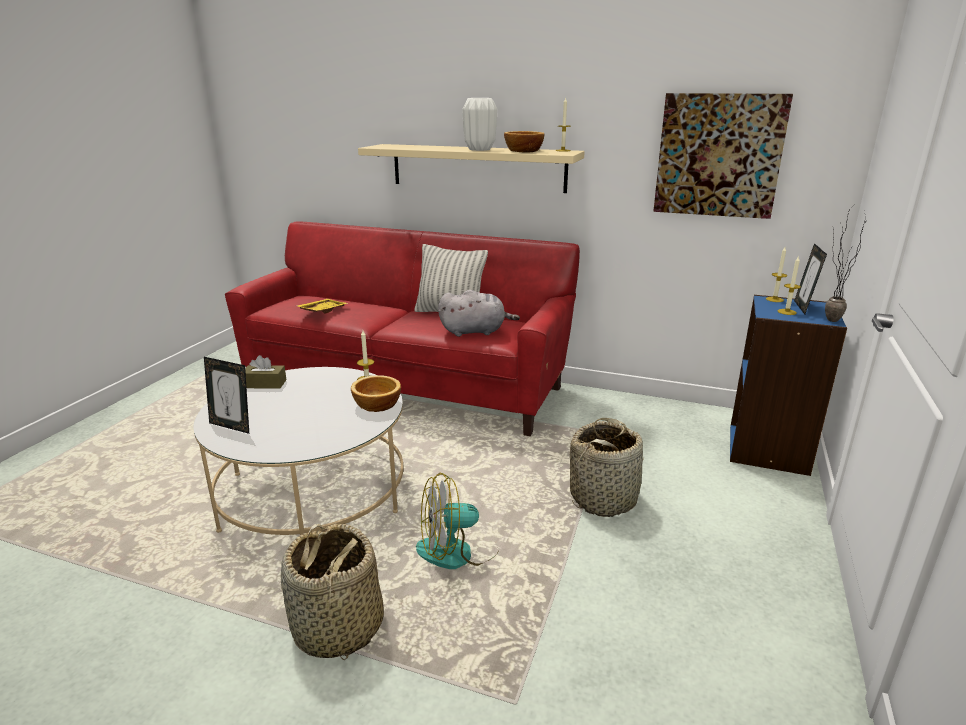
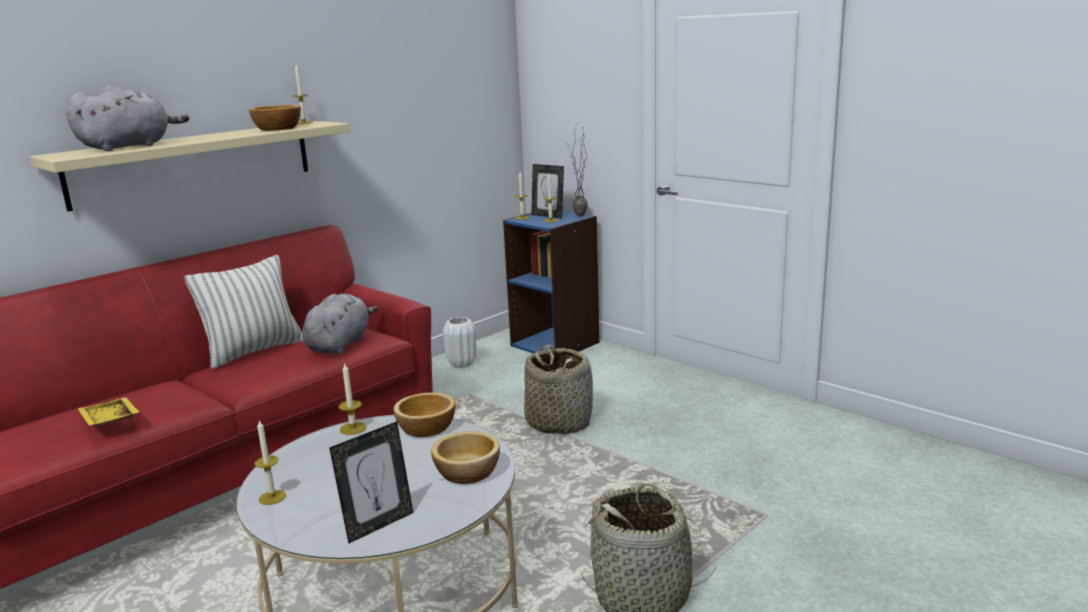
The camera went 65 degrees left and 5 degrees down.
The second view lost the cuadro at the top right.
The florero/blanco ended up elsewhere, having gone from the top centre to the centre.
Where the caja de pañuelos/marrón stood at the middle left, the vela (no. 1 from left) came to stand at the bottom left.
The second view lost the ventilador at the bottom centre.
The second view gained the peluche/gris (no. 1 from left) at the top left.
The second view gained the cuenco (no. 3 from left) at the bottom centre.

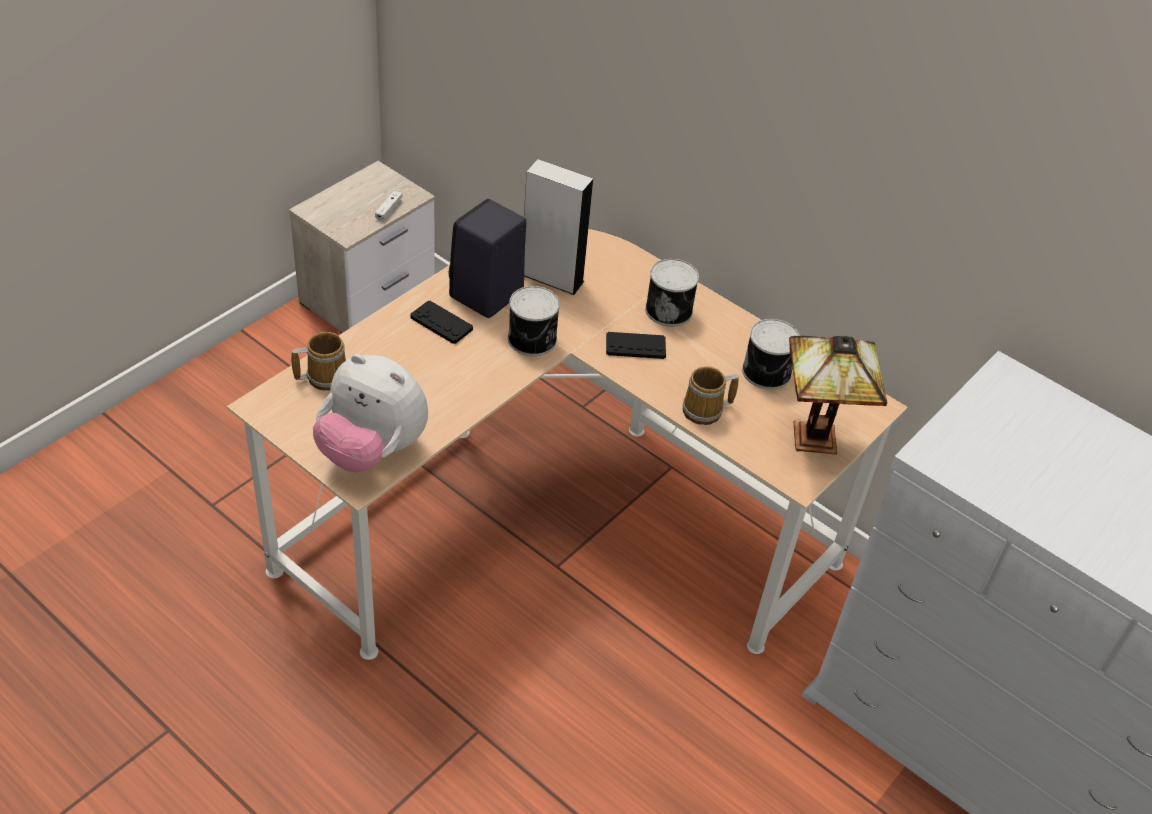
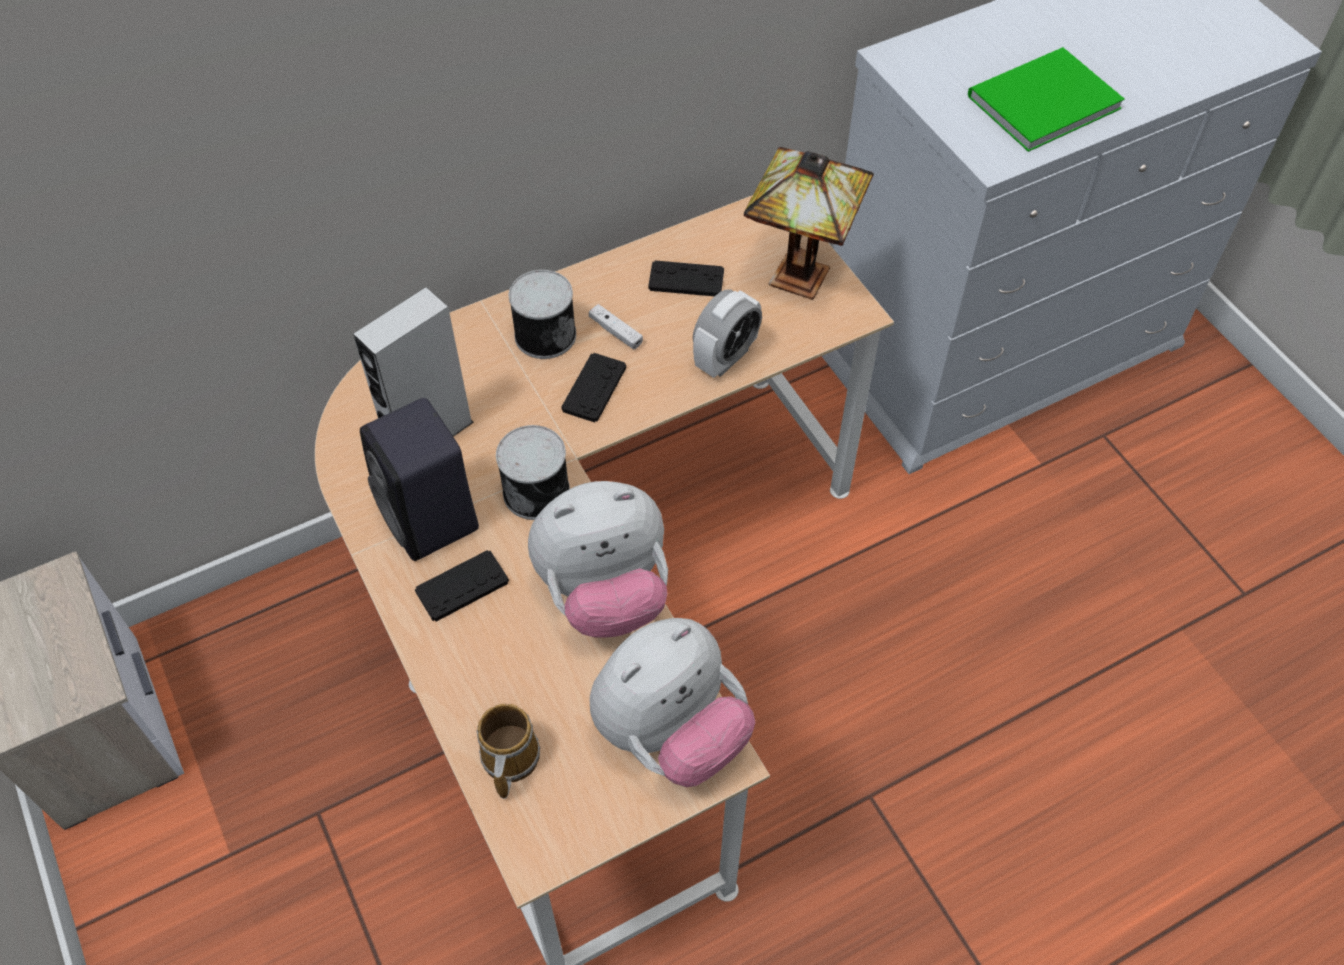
The camera went 65 degrees left and 10 degrees up.
The mando de consola/blanco ended up elsewhere, having gone from the top centre to the centre.
Where the lata (no. 3 from left) stood at the middle right, the mando de consola/negro (no. 3 from left) came to stand at the top centre.
Where the taza grande (no. 2 from left) stood at the centre, the despertador came to stand at the centre.
The second view gained the libro/verde at the top right.
The second view gained the peluche (no. 1 from left) at the centre.

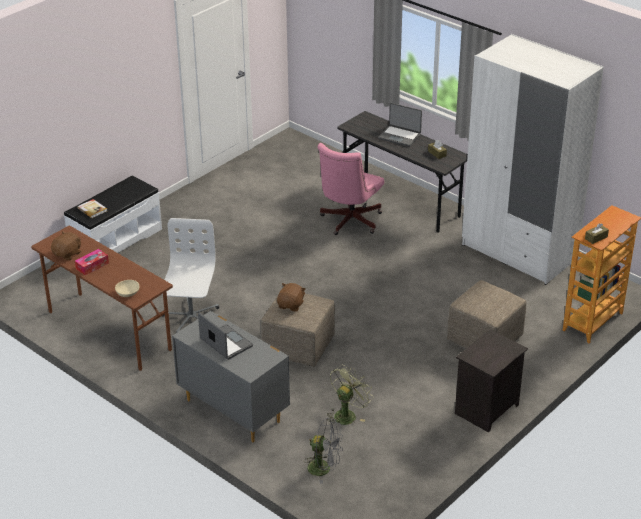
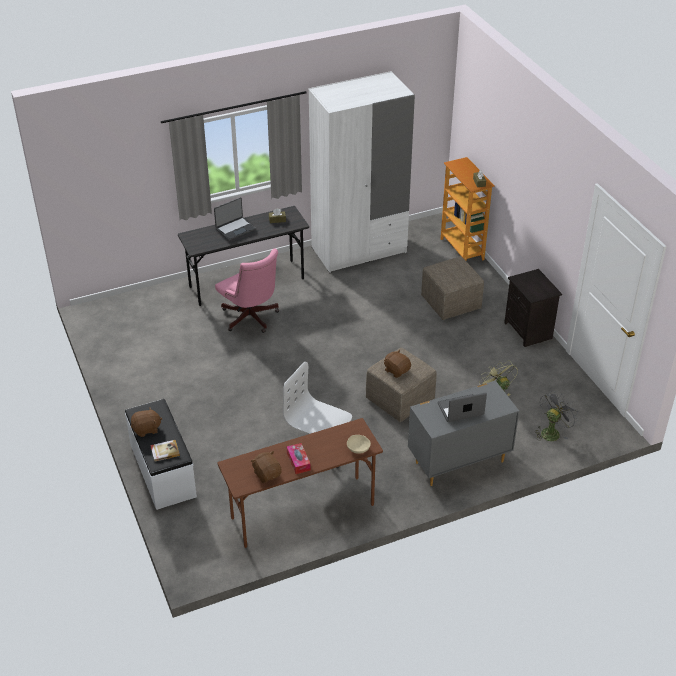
The camera went 65 degrees left and 5 degrees up.
The second view gained the peluche/marrón (no. 1 from left) at the middle left.

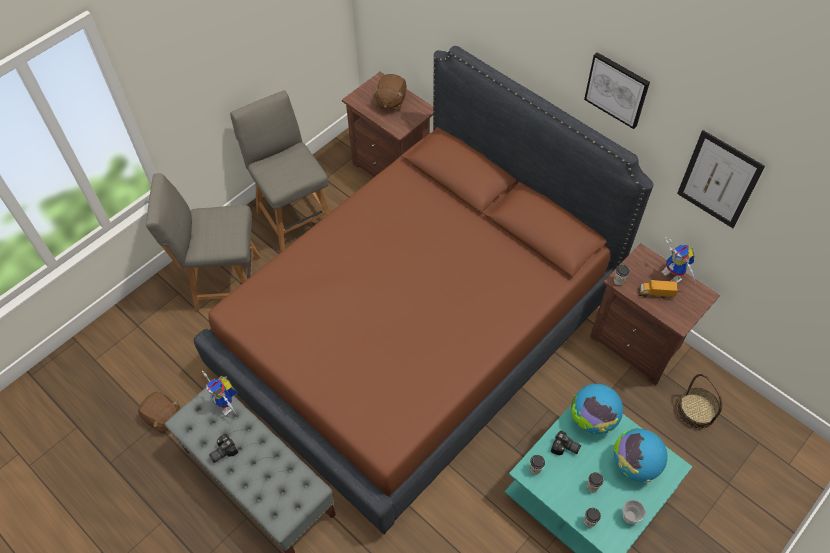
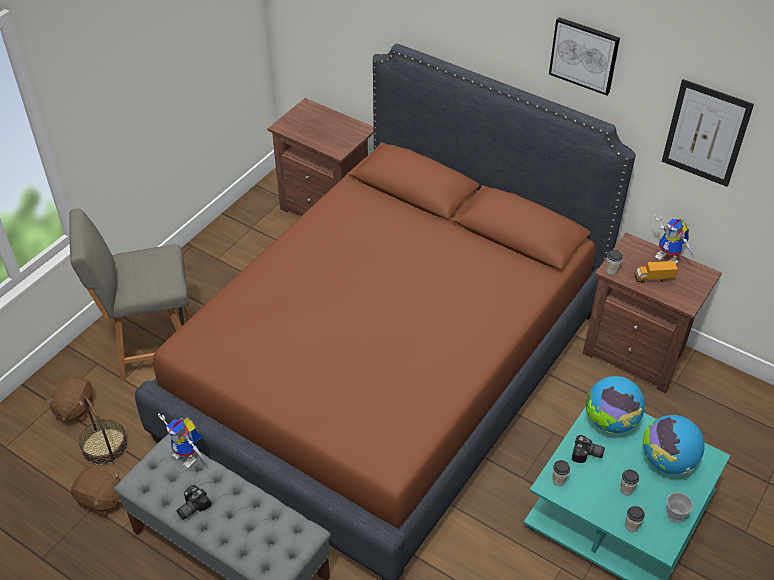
The camera went 10 degrees left and 10 degrees down.
The peluche/marrón (no. 2 from left in the first image) ended up elsewhere, having gone from the top centre to the bottom left.
The second view lost the silla/gris (no. 2 from left) at the top centre.
The cesta ended up elsewhere, having gone from the bottom right to the bottom left.

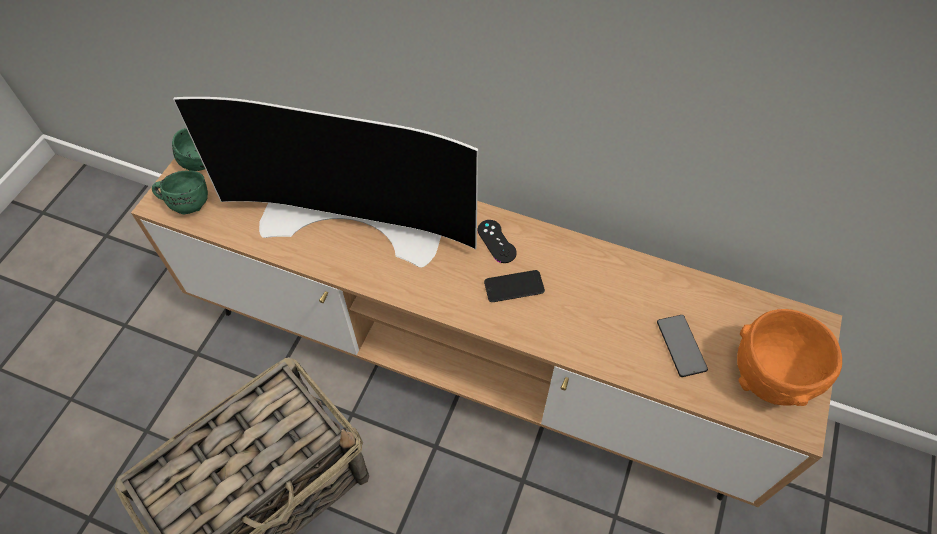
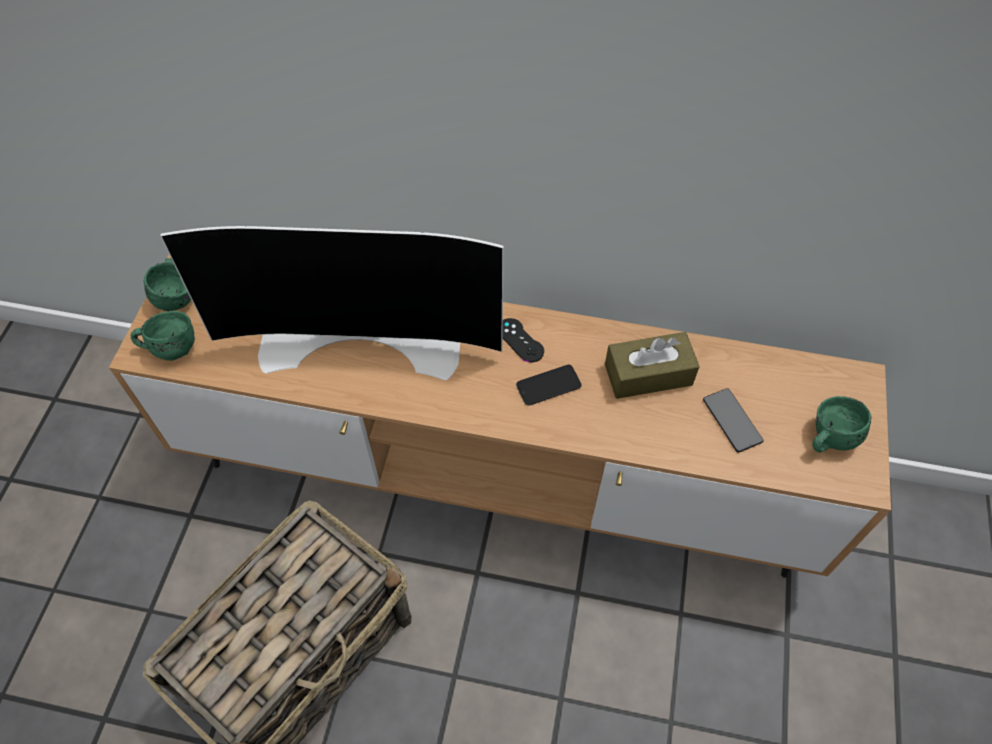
The camera went 10 degrees left and 0 degrees up.
Where the cuenco/naranja stood at the bottom right, the taza grande/verde (no. 3 from left) came to stand at the middle right.
The second view gained the caja de pañuelos/marrón at the centre.

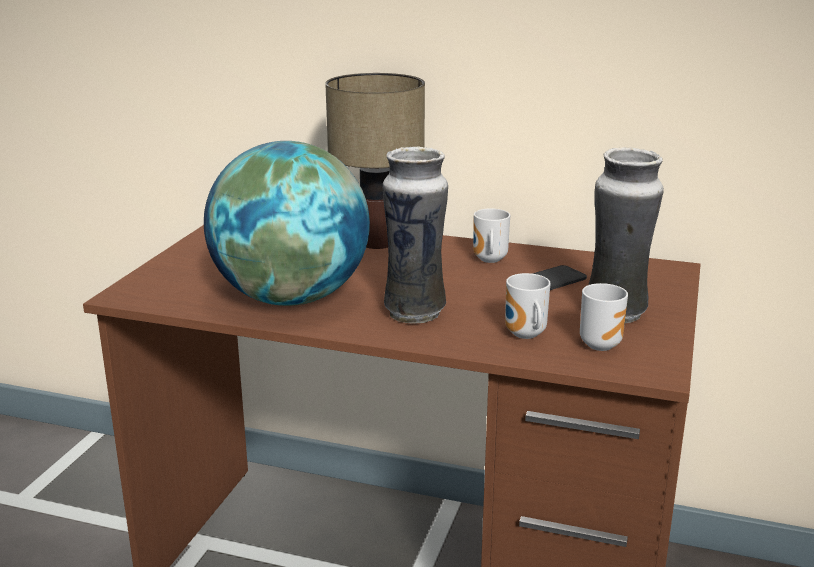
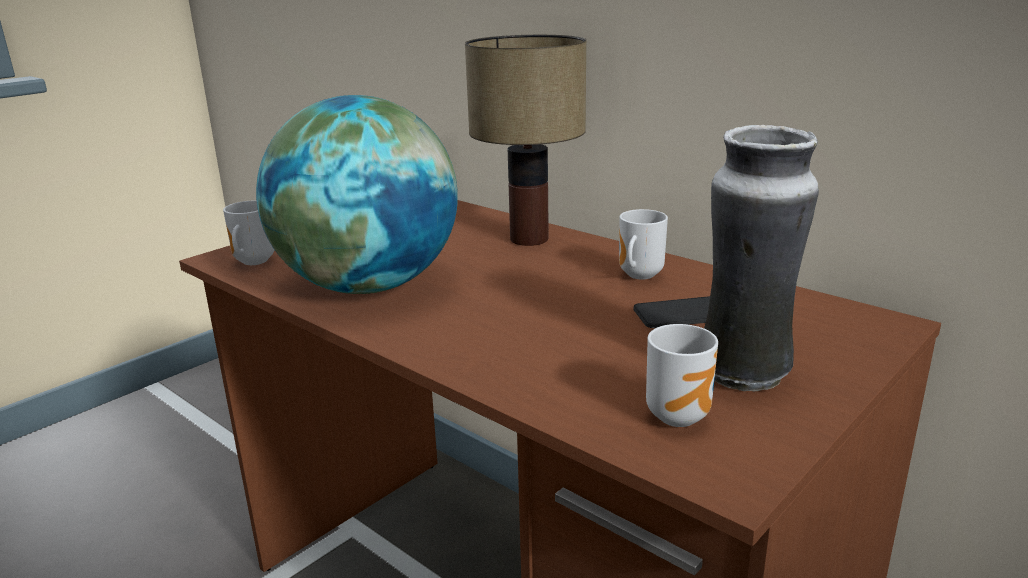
The camera went 25 degrees right and 0 degrees up.
The second view lost the florero (no. 1 from left) at the centre.
The taza grande (no. 2 from left in the first image) ended up elsewhere, having gone from the centre to the middle left.

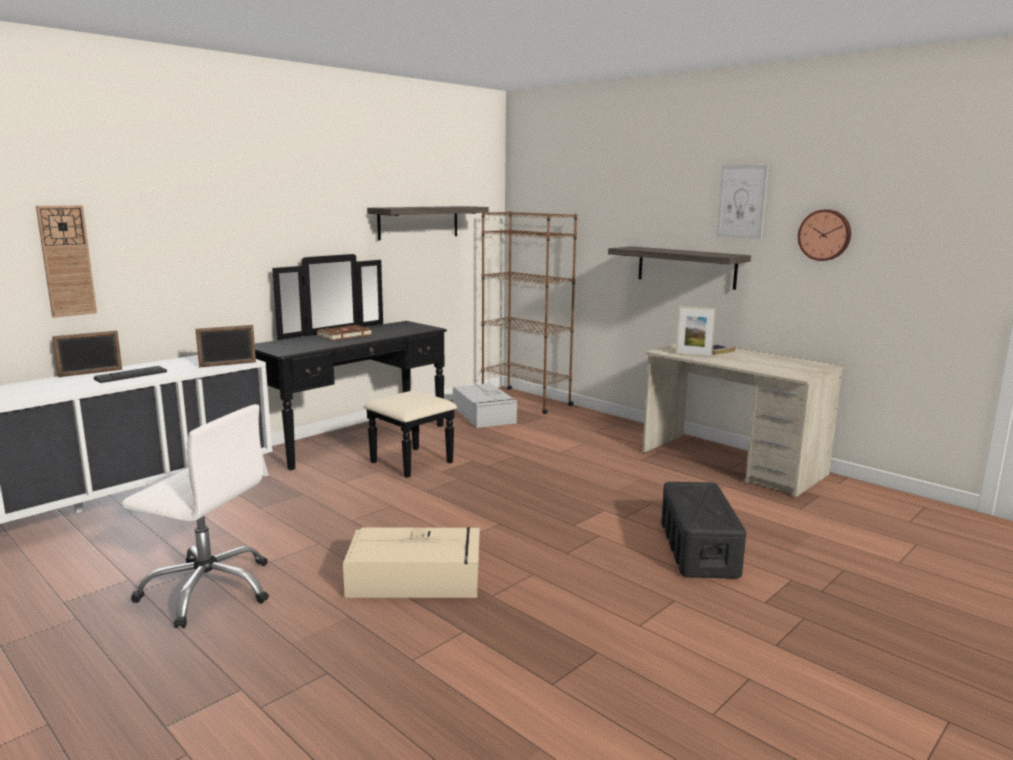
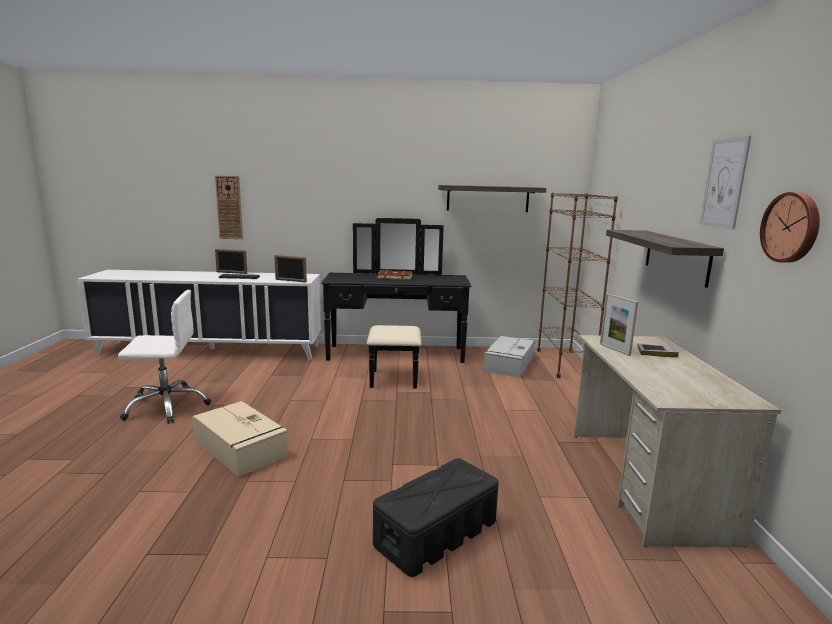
The camera went 45 degrees right and 0 degrees up.
The silla de oficina/blanco at the bottom left ended up facing another way, 75 degrees counterclockwise from before.

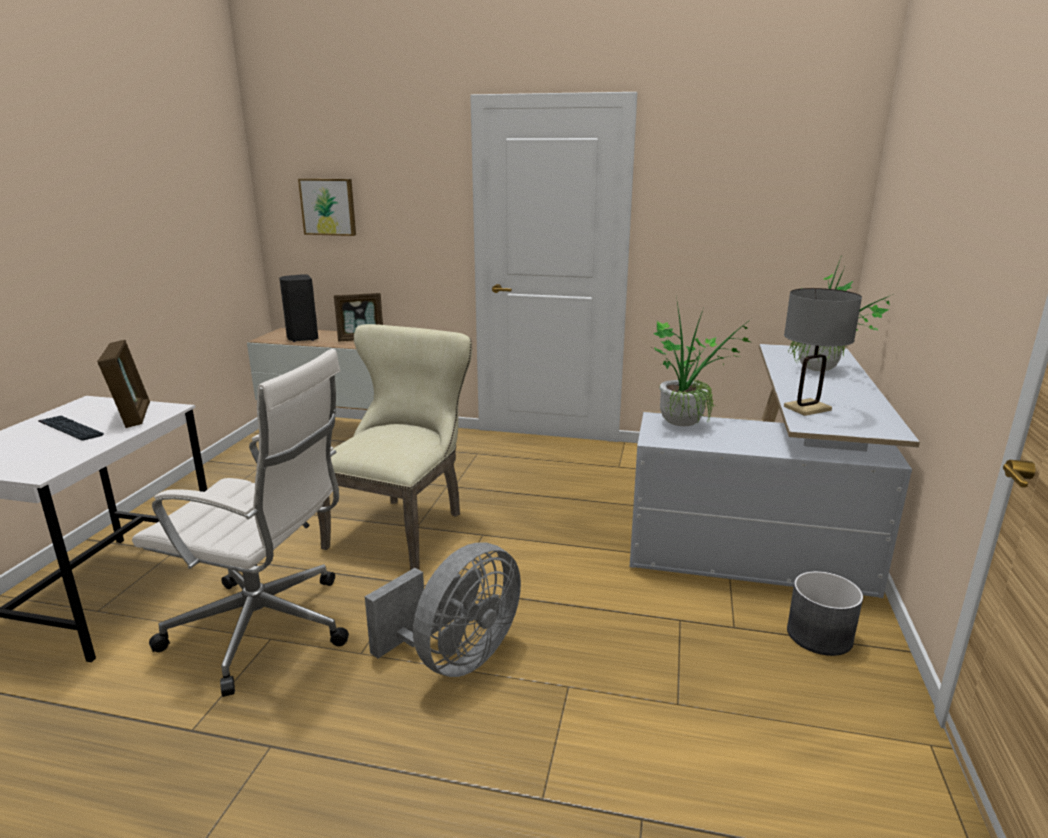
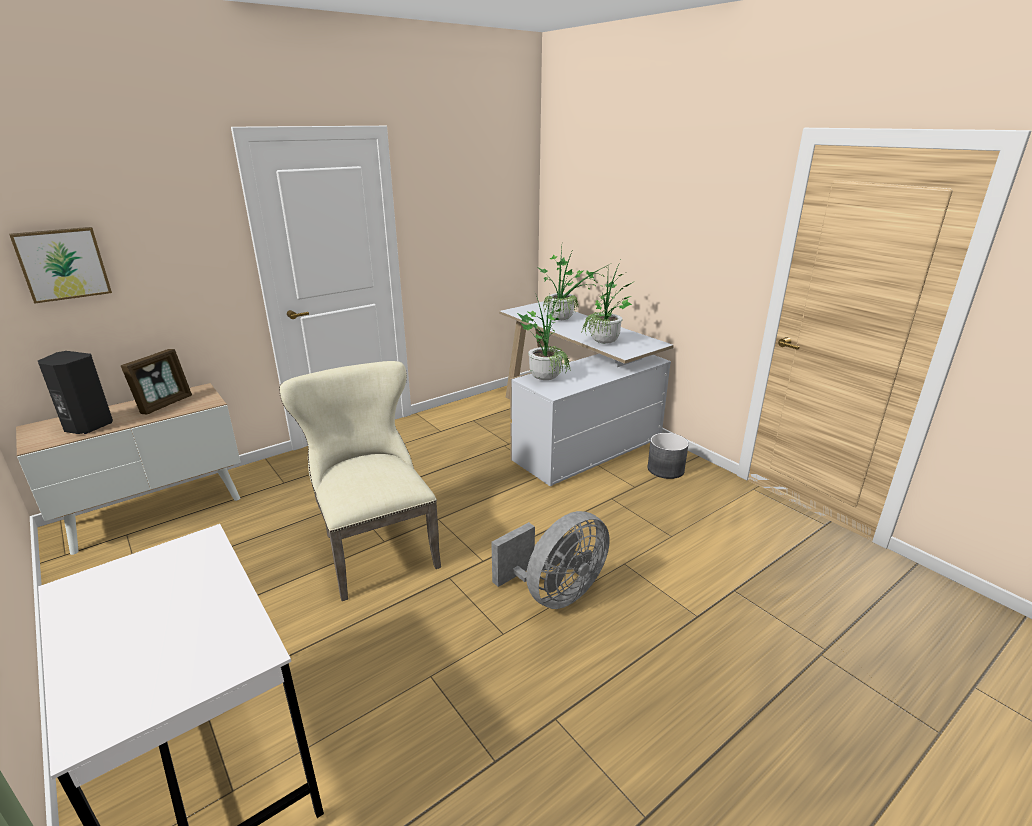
The camera went 50 degrees left and 5 degrees up.
Where the lámpara de mesa/gris stood at the middle right, the planta en maceta (no. 3 from left) came to stand at the centre.
The second view lost the portarretratos (no. 1 from left) at the middle left.
The second view lost the silla de oficina/blanco at the middle left.
The second view lost the teclado at the middle left.
The ventilador/gris at the bottom centre ended up facing another way, 60 degrees clockwise from before.

